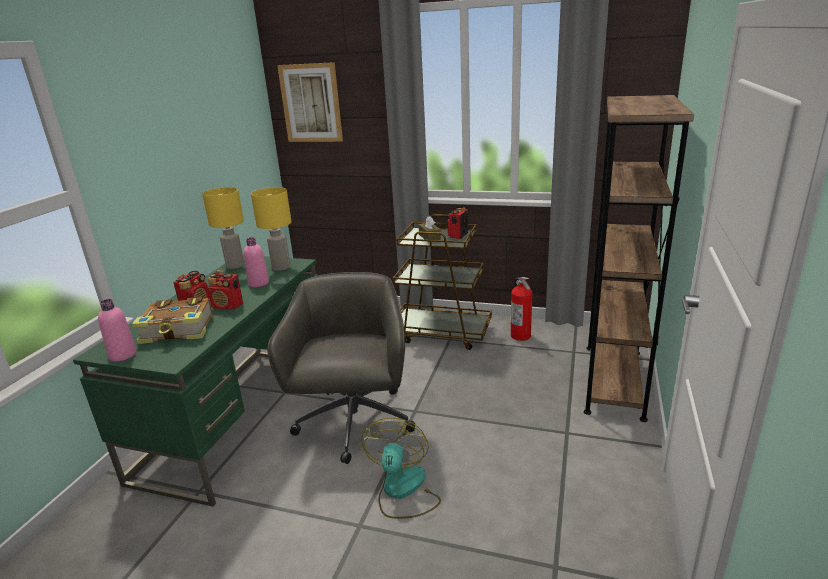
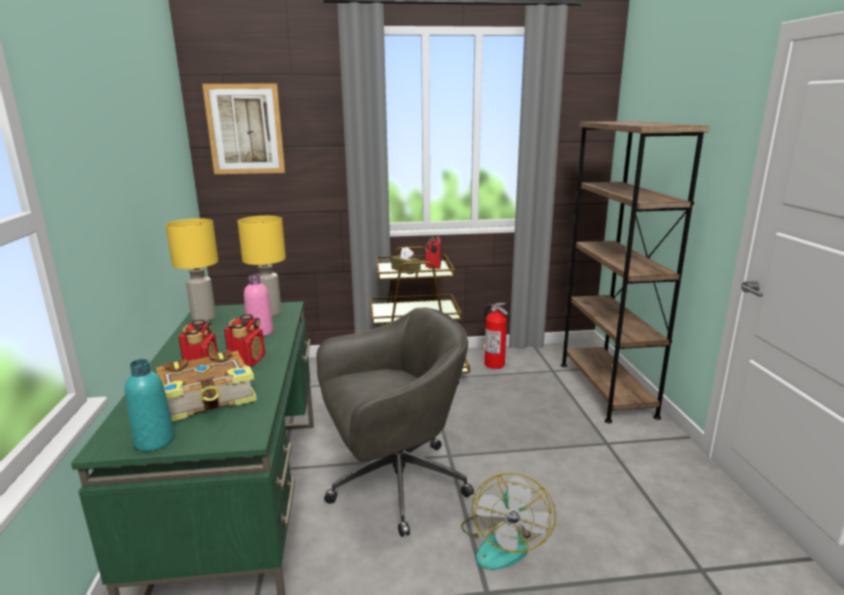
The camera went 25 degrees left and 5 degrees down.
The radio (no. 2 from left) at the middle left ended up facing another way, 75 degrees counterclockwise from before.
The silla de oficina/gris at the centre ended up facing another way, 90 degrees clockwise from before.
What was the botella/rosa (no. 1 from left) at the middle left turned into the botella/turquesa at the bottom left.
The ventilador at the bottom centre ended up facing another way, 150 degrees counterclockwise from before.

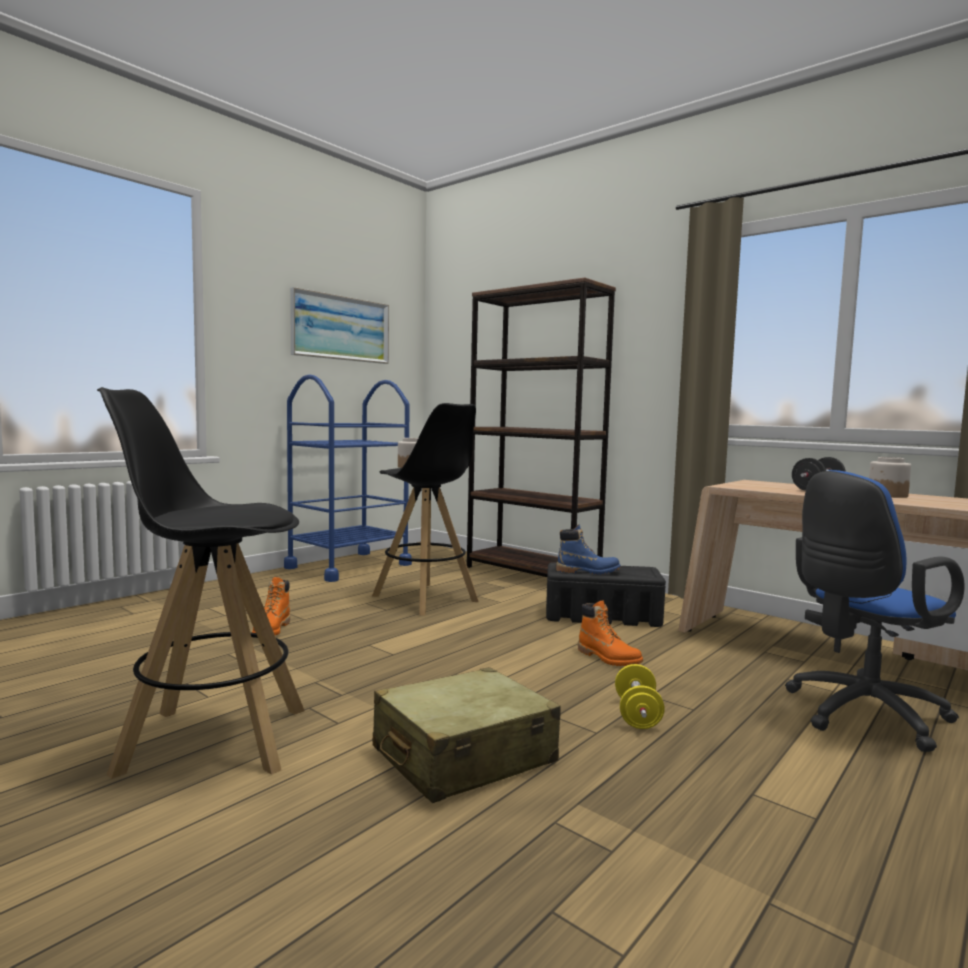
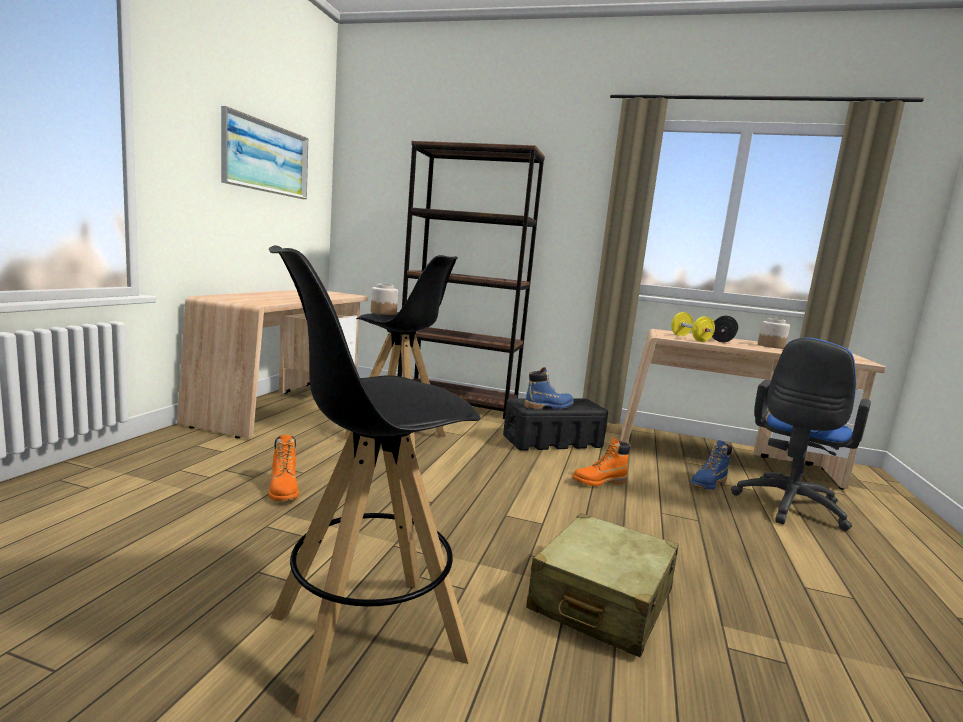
The camera went 25 degrees left and 5 degrees up.
Where the carrito/azul stood at the centre, the escritorio/beis (no. 1 from left) came to stand at the middle left.
The bota/naranja (no. 2 from left) at the centre ended up facing another way, 135 degrees clockwise from before.
The mancuerna/amarillo ended up elsewhere, having gone from the bottom centre to the middle right.
The second view gained the bota/azul (no. 2 from left) at the middle right.

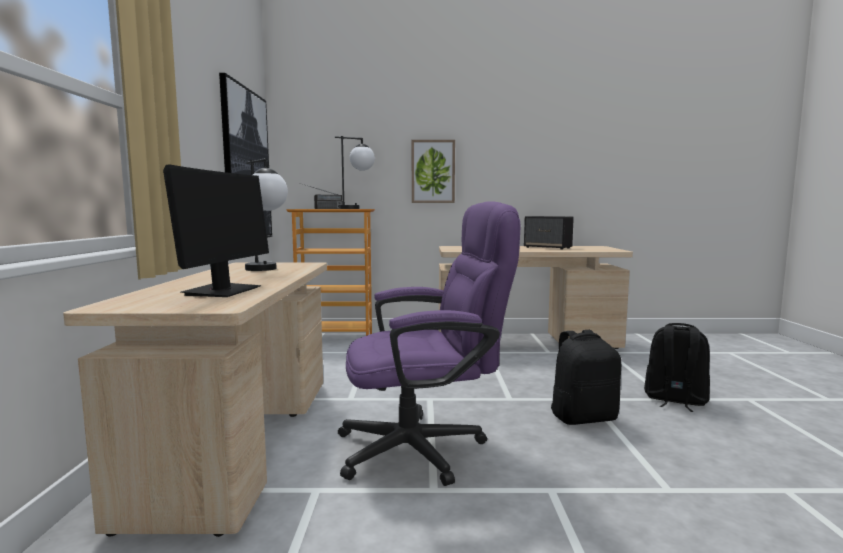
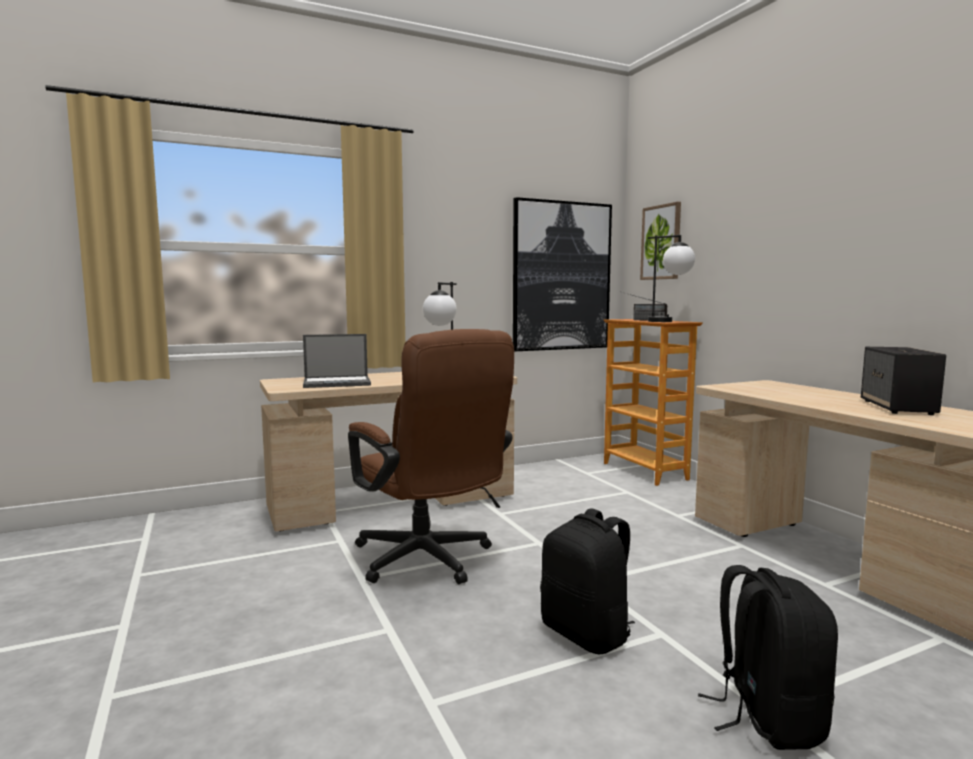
The camera went 65 degrees right and 0 degrees up.
The cuadro (no. 2 from left) ended up elsewhere, having gone from the top centre to the top right.
Where the monitor stood at the middle left, the portátil came to stand at the centre.
What was the silla de oficina/morado at the centre turned into the silla de oficina/marrón at the centre.

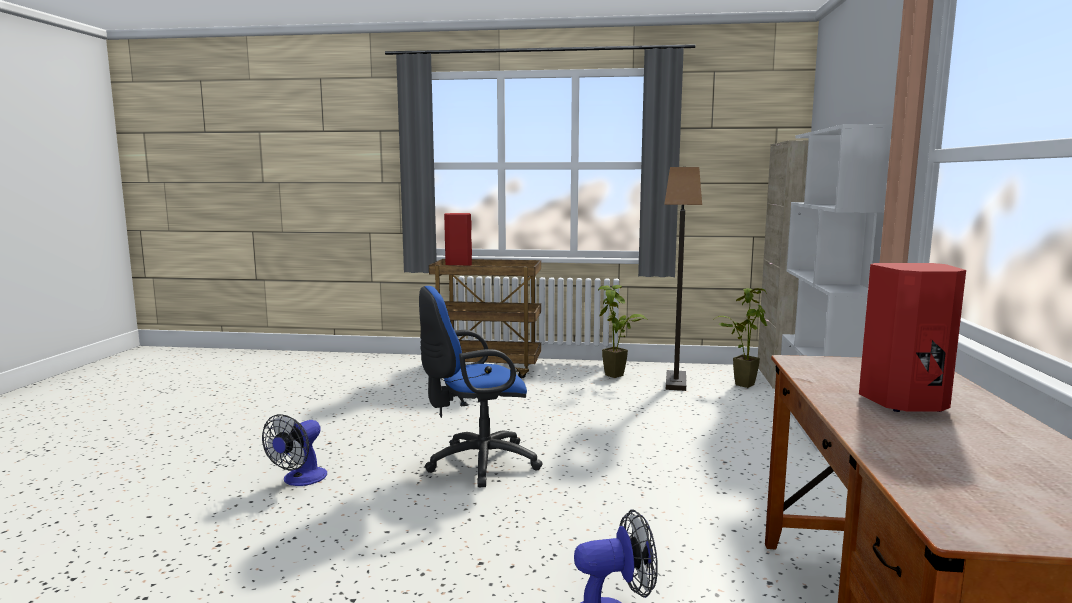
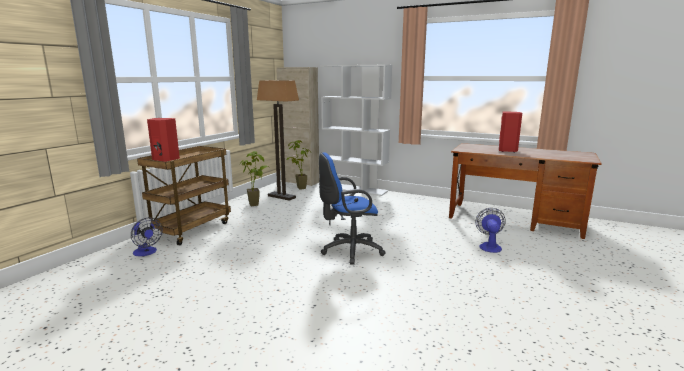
The camera went 70 degrees left and 5 degrees up.
The silla de oficina/azul at the centre ended up facing another way, 75 degrees clockwise from before.
The ventilador (no. 1 from left) ended up elsewhere, having gone from the bottom left to the middle left.

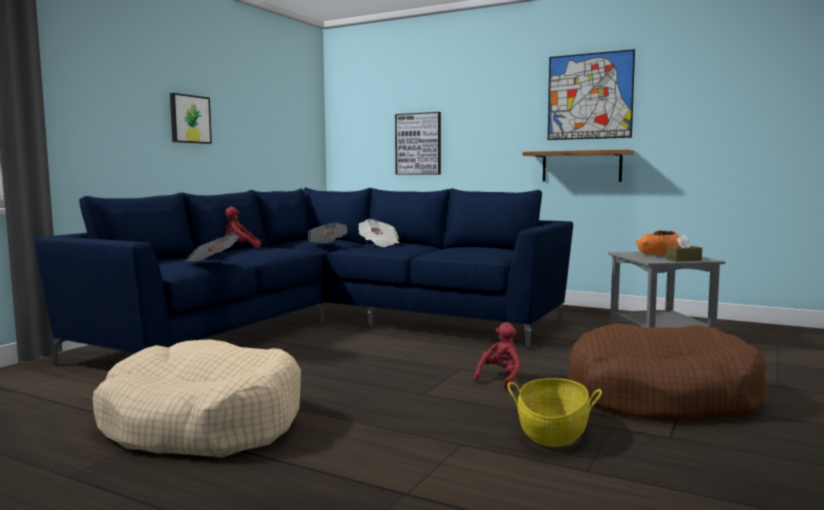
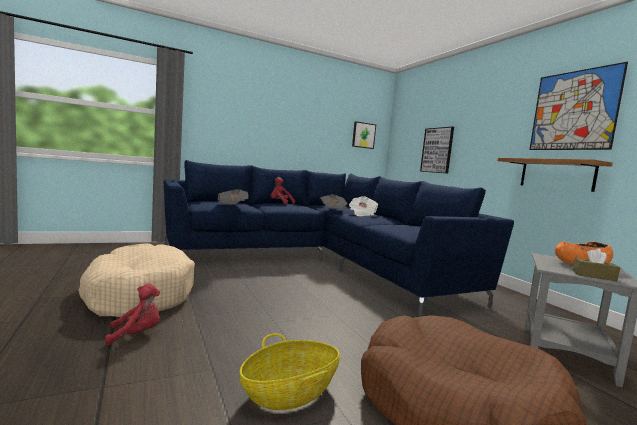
The camera went 35 degrees right and 0 degrees up.
The cuadro (no. 1 from left) ended up elsewhere, having gone from the top left to the top centre.
The peluche/rojo (no. 2 from left in the first image) ended up elsewhere, having gone from the bottom centre to the bottom left.

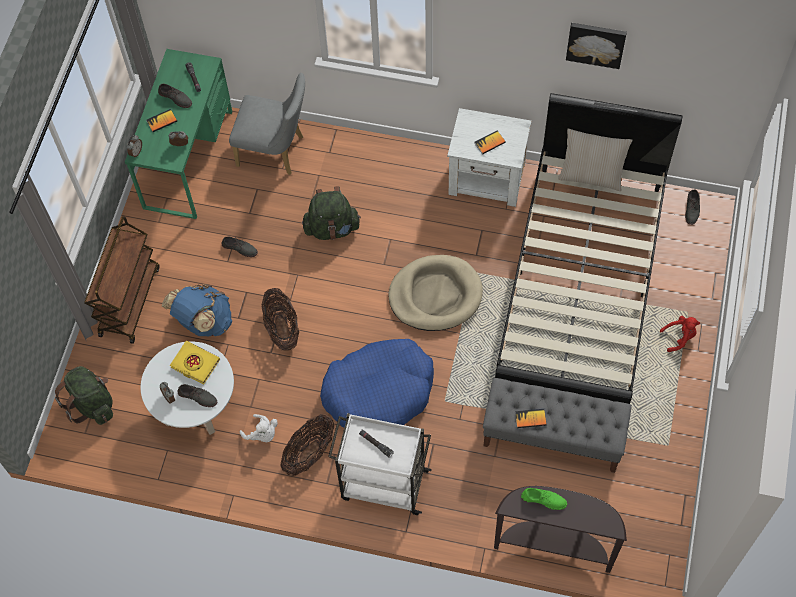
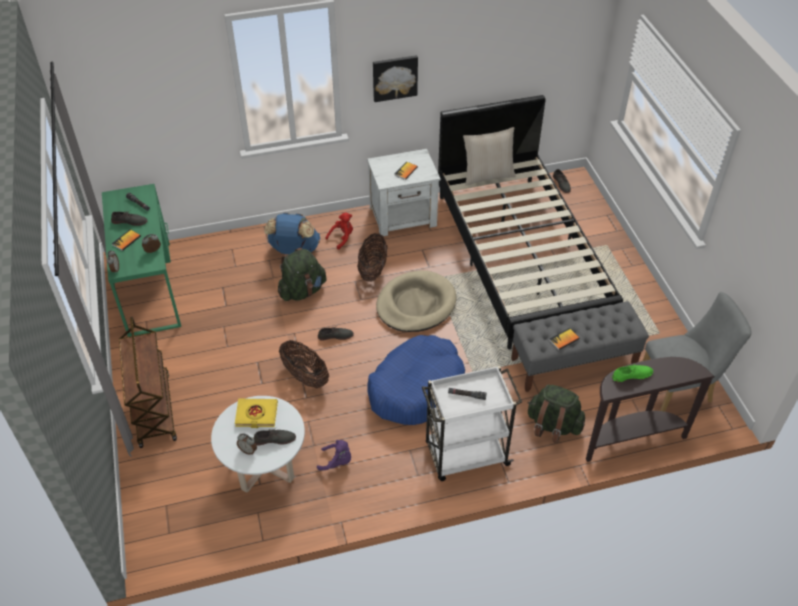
The camera went 30 degrees left and 15 degrees down.
The cuadro ended up elsewhere, having gone from the top right to the top centre.
The silla/gris ended up elsewhere, having gone from the top centre to the middle right.
The zapato/gris (no. 3 from left) ended up elsewhere, having gone from the middle left to the centre.
The mochila/azul ended up elsewhere, having gone from the middle left to the centre.
The peluche/rojo ended up elsewhere, having gone from the middle right to the centre.
The mochila/verde (no. 1 from left in the first image) ended up elsewhere, having gone from the middle left to the bottom right.
What was the peluche/blanco at the bottom left turned into the peluche/morado at the bottom centre.
The cesta (no. 2 from left) ended up elsewhere, having gone from the bottom centre to the centre.

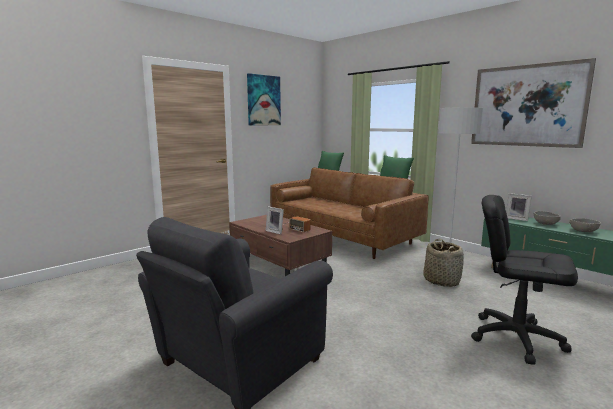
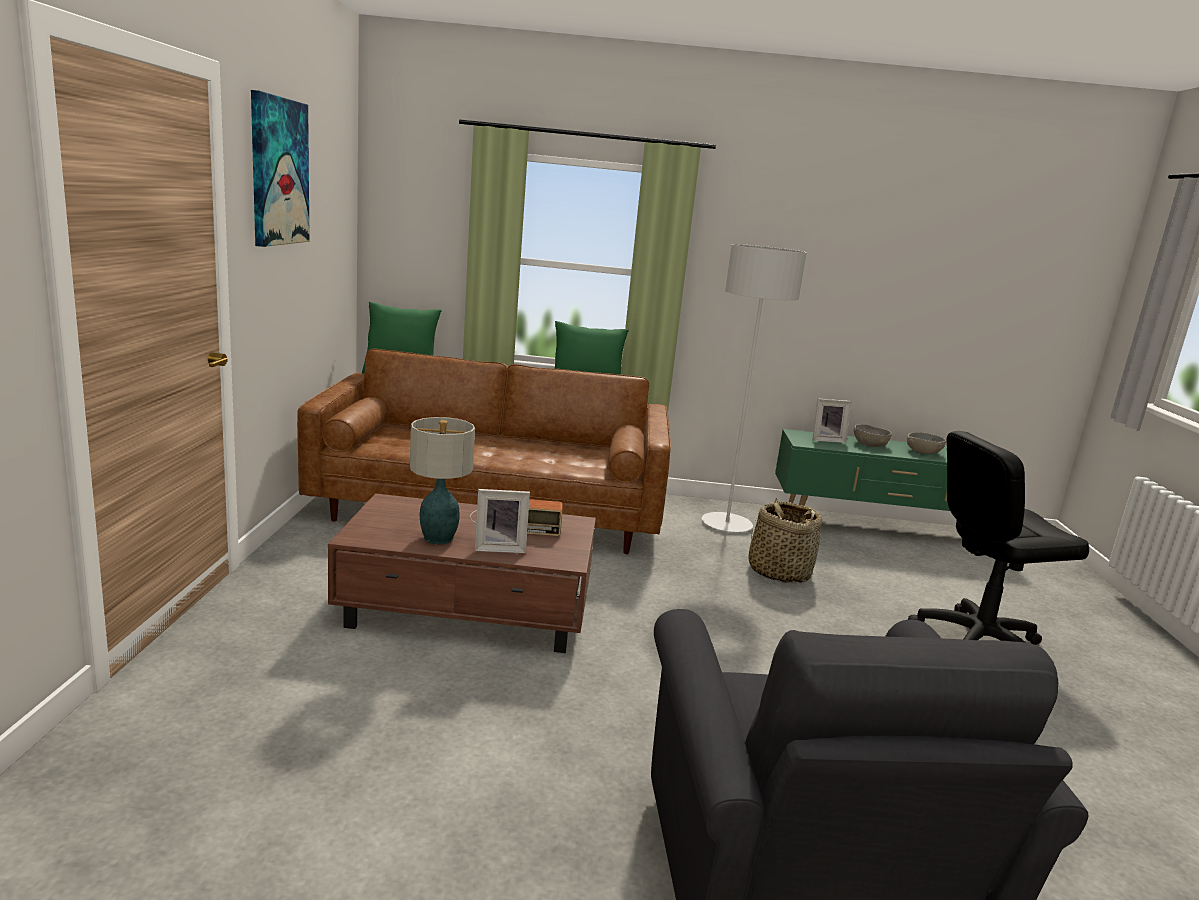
The camera went 45 degrees left and 5 degrees up.
The second view lost the cuadro (no. 2 from left) at the top right.
The second view gained the lámpara de mesa at the centre.

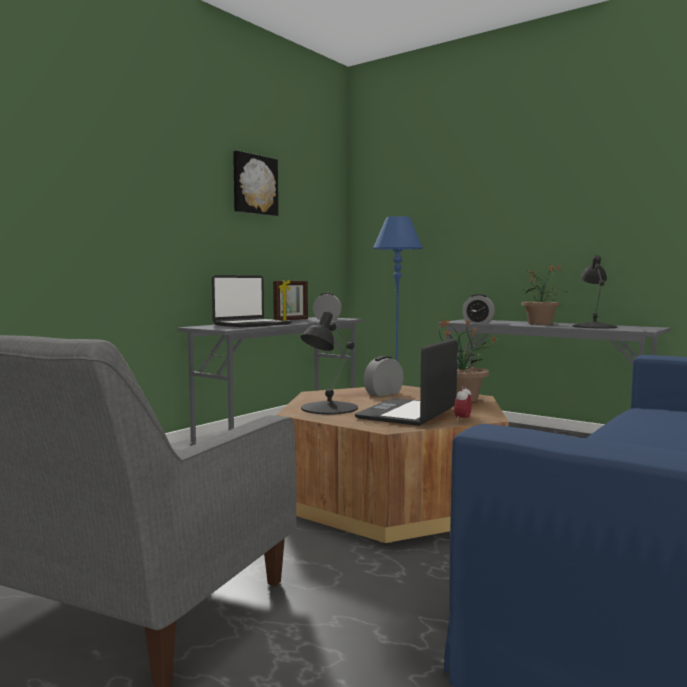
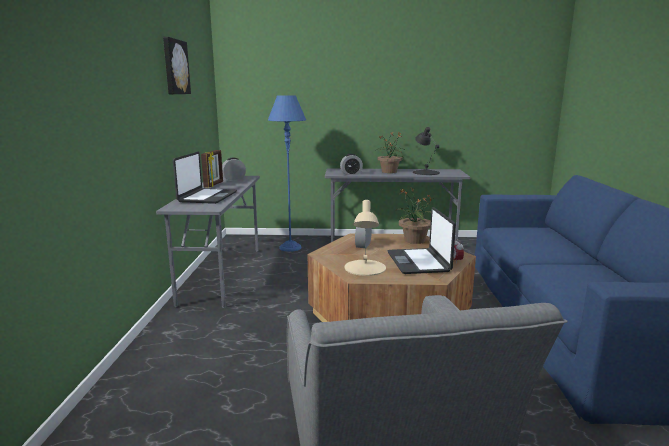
The camera went 35 degrees left and 10 degrees up.
What was the lámpara de mesa/negro (no. 1 from left) at the centre turned into the lámpara de mesa/beis at the centre.

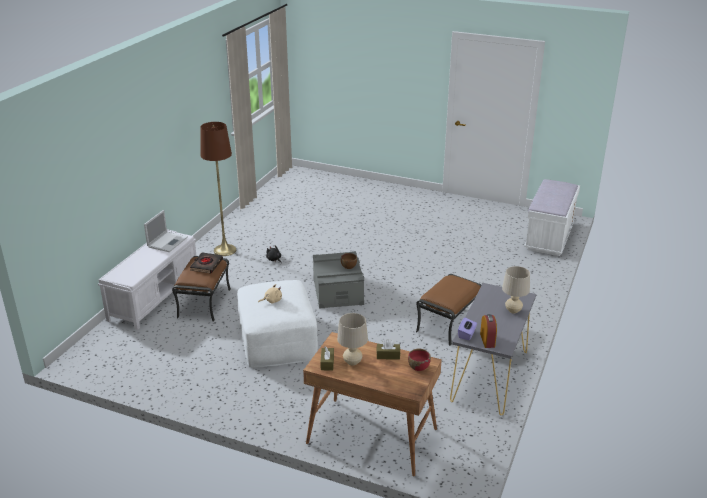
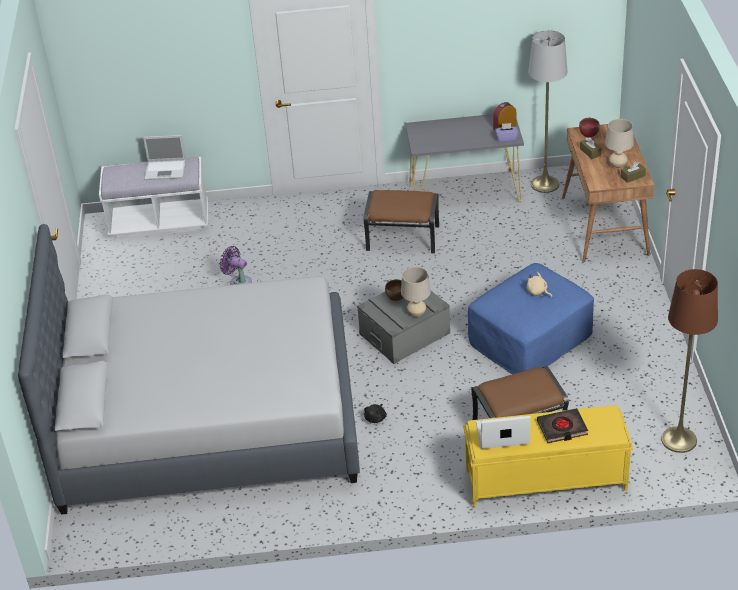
The camera went 115 degrees left and 10 degrees up.
The lámpara de pie/marrón ended up elsewhere, having gone from the middle left to the middle right.
What was the banco/blanco (no. 1 from left) at the middle left turned into the banco/amarillo at the bottom right.
The libro/negro ended up elsewhere, having gone from the middle left to the bottom right.
The lámpara de mesa/beis (no. 2 from left in the first image) ended up elsewhere, having gone from the middle right to the centre.
What was the puf/blanco at the centre turned into the puf/azul at the middle right.
The second view gained the lámpara de pie/gris at the top right.
The second view gained the portátil (no. 1 from left) at the top left.
The second view gained the cama/gris at the middle left.
The second view gained the ventilador/morado at the middle left.

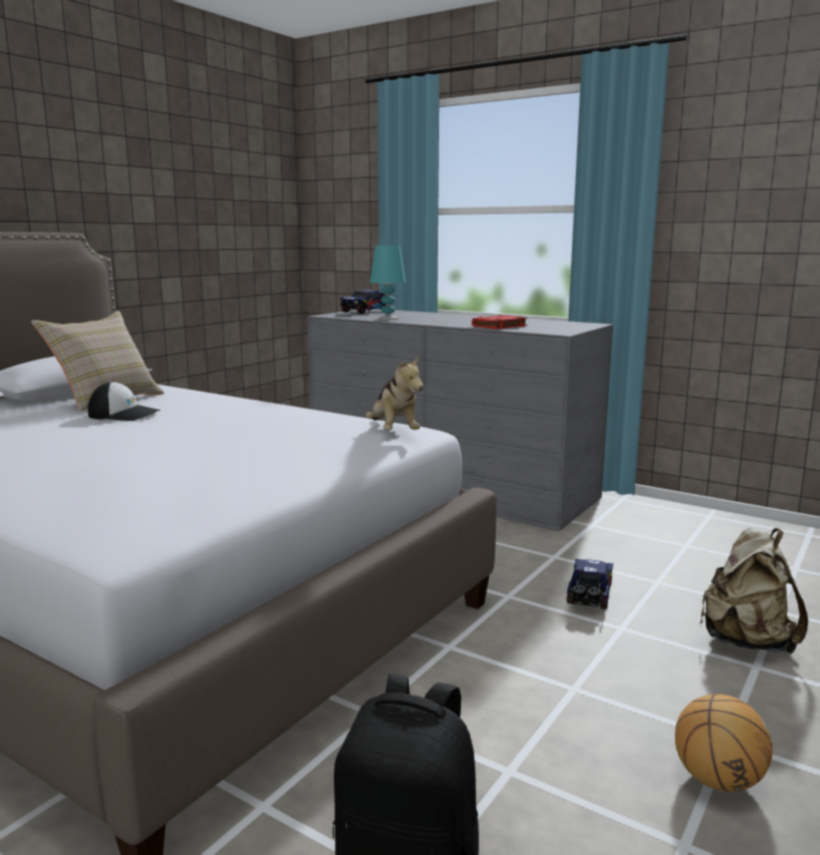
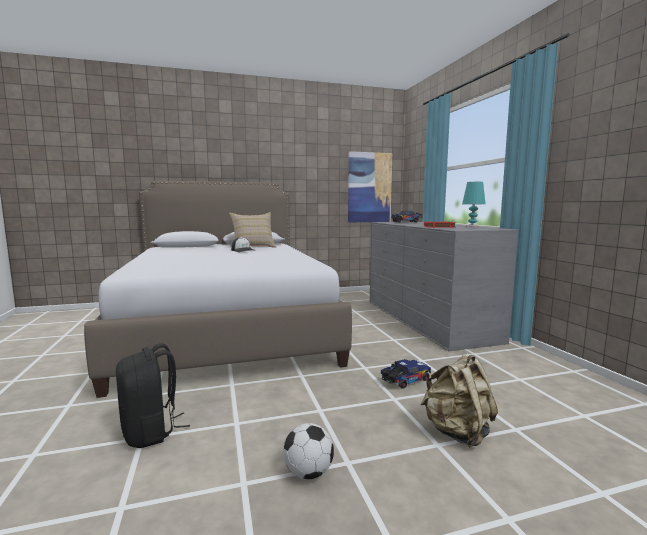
The camera went 40 degrees right and 5 degrees down.
The lámpara de mesa/turquesa ended up elsewhere, having gone from the top centre to the middle right.
The second view lost the peluche at the centre.
Where the balón de baloncesto stood at the bottom right, the balón de fútbol came to stand at the bottom centre.
The second view gained the cuadro at the centre.

